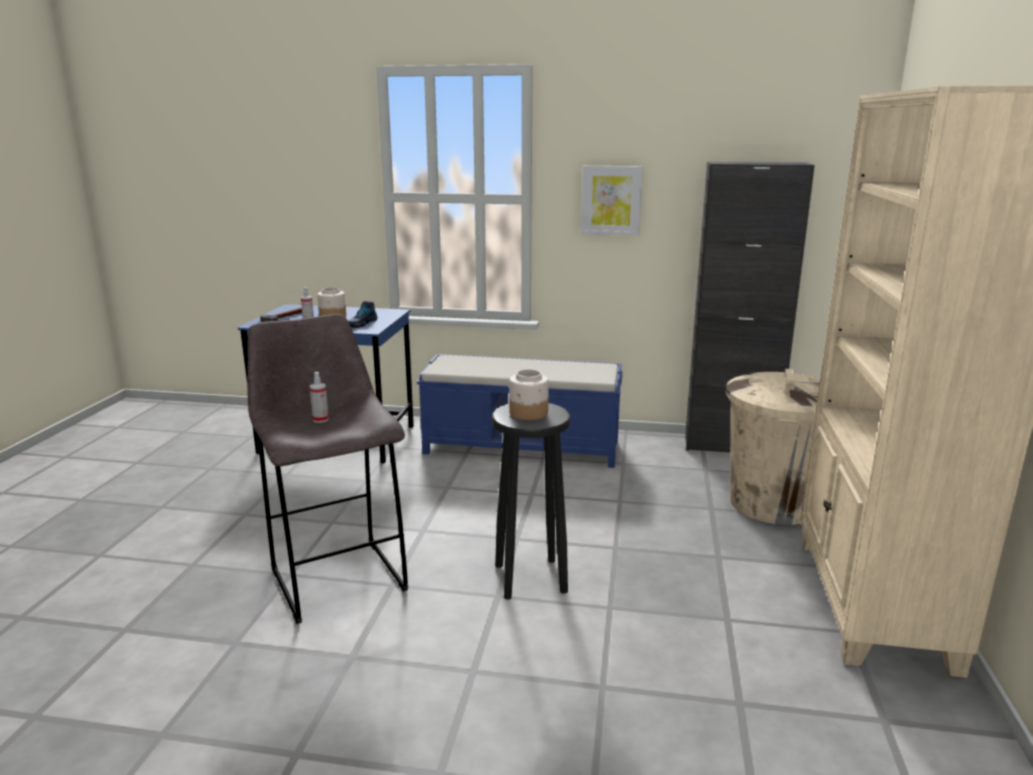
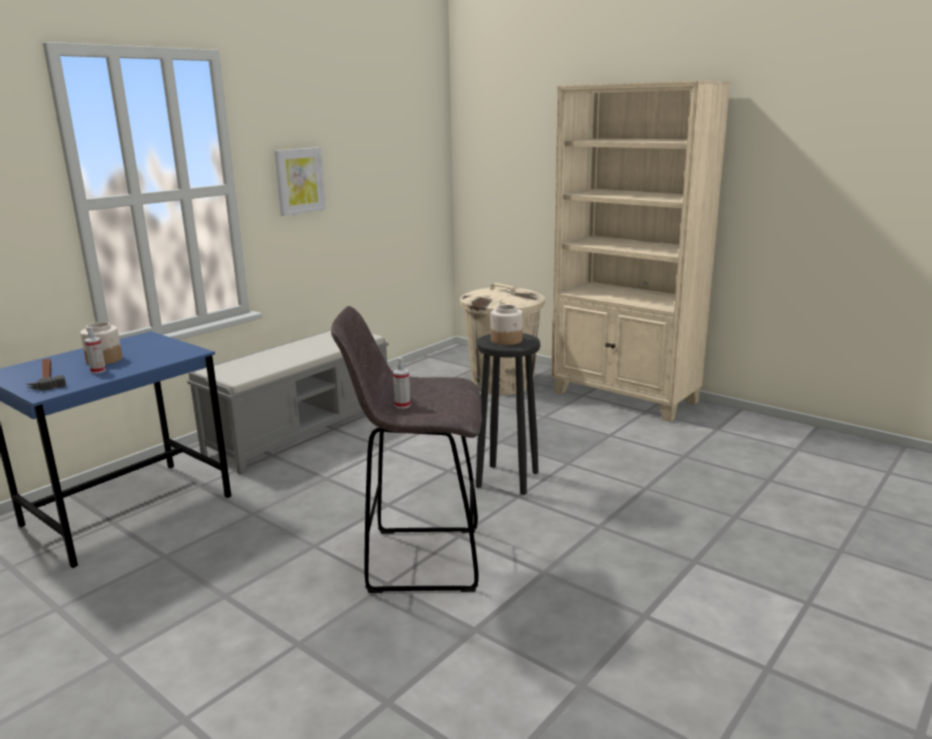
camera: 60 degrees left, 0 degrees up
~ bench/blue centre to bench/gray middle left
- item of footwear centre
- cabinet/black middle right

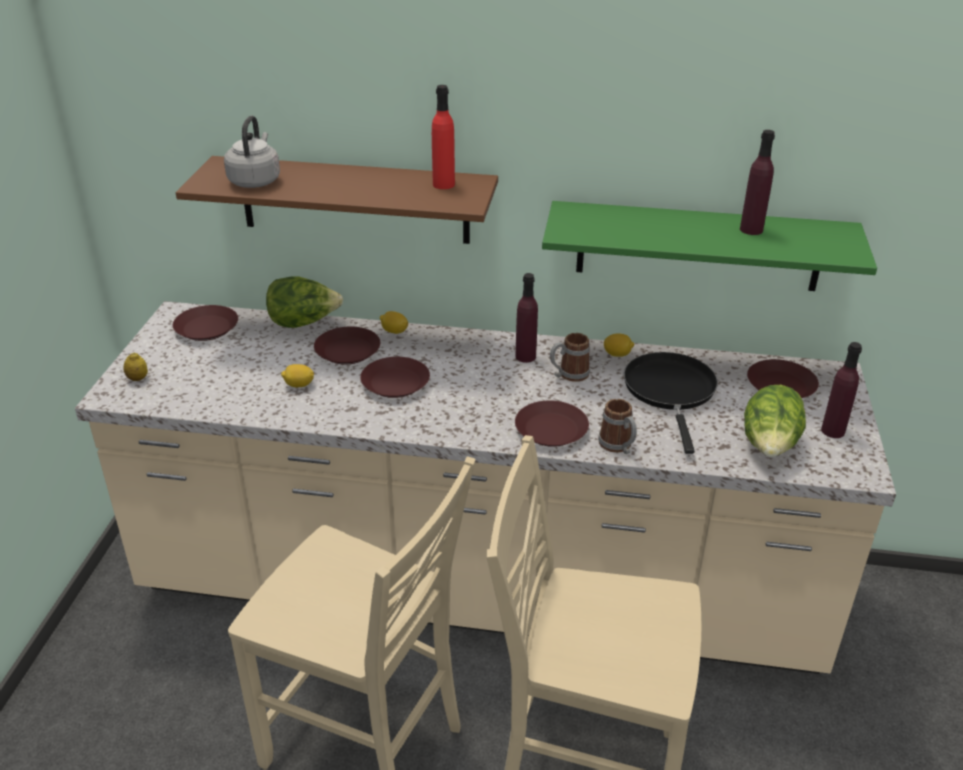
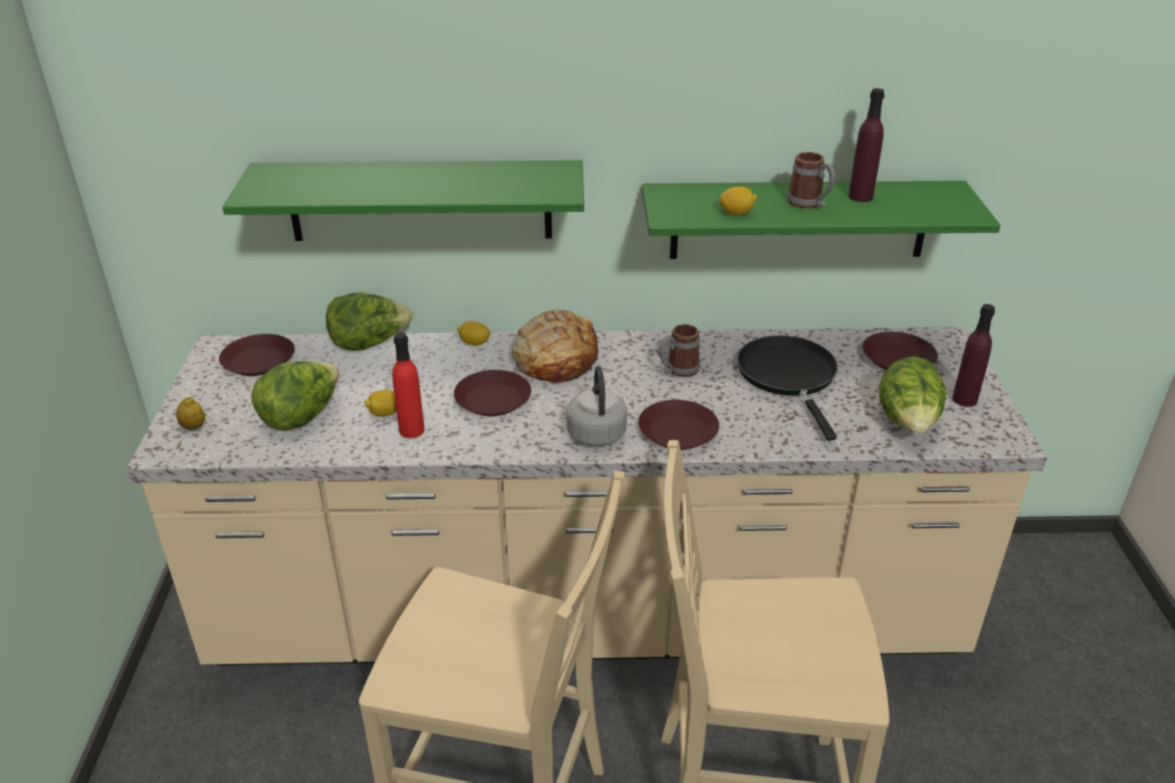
camera: 10 degrees left, 0 degrees up
~ bracket shelf/brownish top centre to bracket shelf/green (1st from left) top centre
+ head of lettuce (1st from left) middle left
~ beverage bottle/red-coloured top centre to centre
+ baked bread centre
~ kettle/gray top left to centre
~ lemon (4th from left) centre to top centre
~ coffee mug (2nd from left) centre to top right
- flat dish/brownish (2nd from left) centre
- beverage bottle/purple-coloured (1st from left) centre

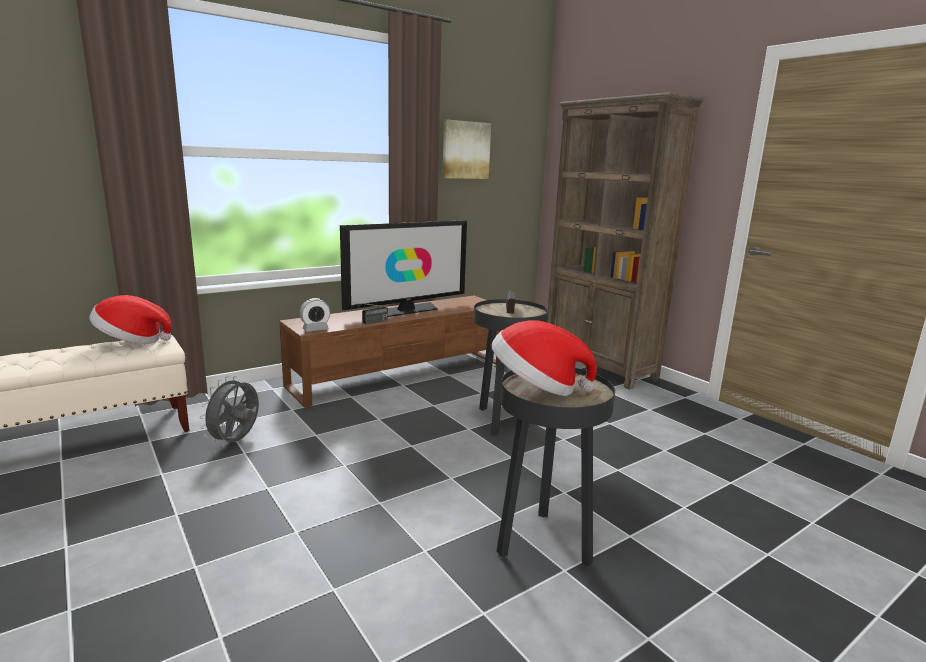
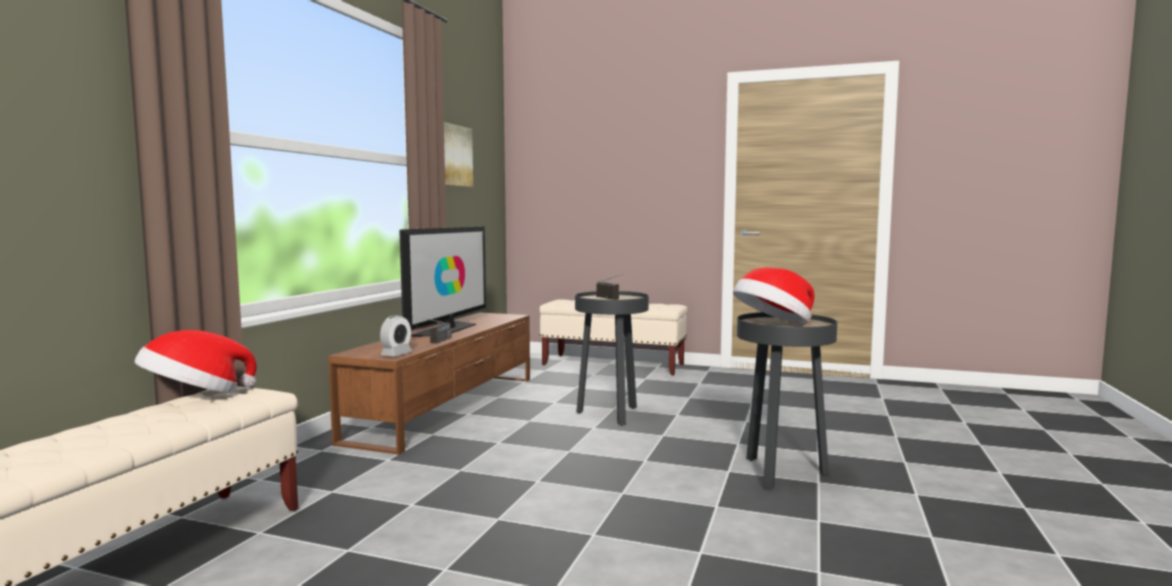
camera: 35 degrees left, 10 degrees down
~ bookshelf/brownish middle right to bench/beige (2nd from left) centre
- cooling fan/gray middle left

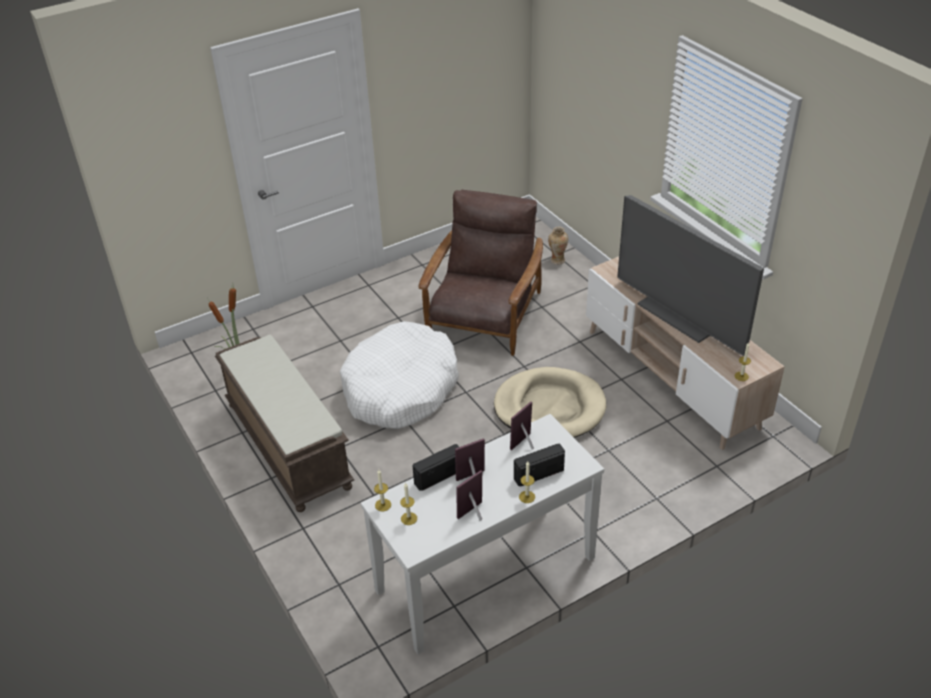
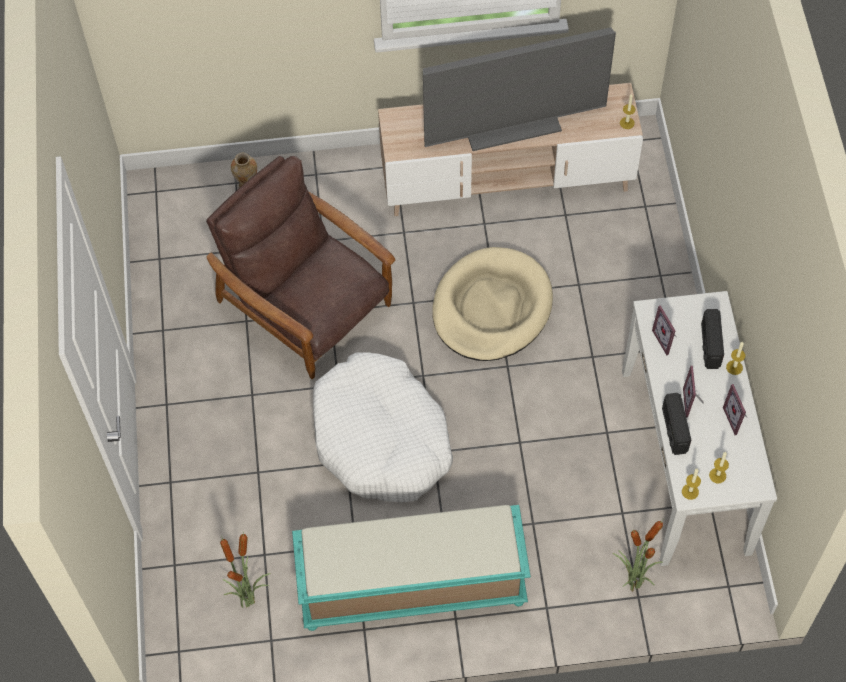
camera: 65 degrees left, 20 degrees up
~ bench/brownish middle left to bench/turquoise-coloured bottom centre
+ plant in a pot (2nd from left) bottom right

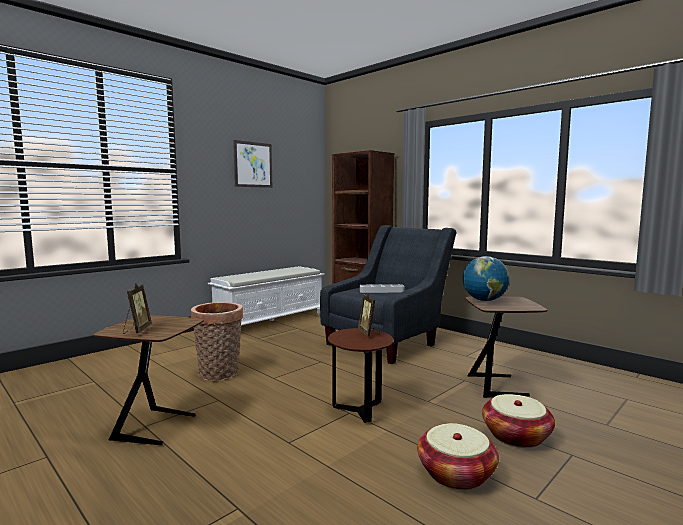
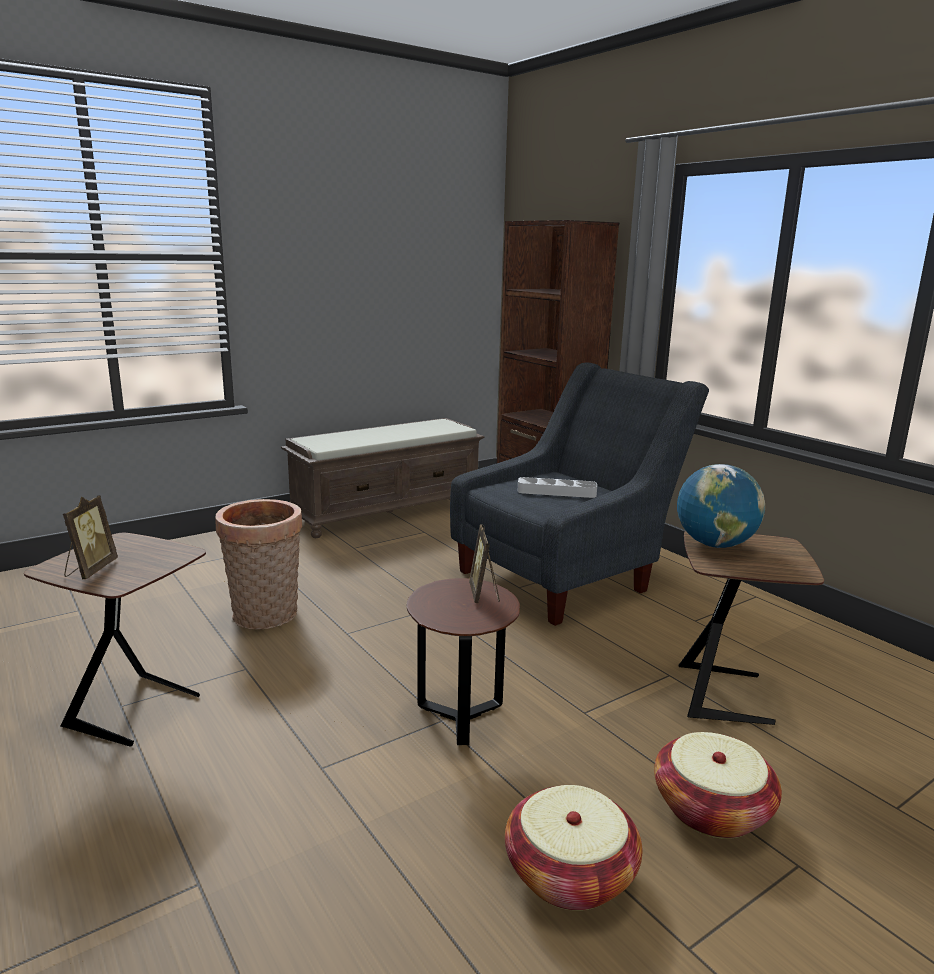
camera: 10 degrees right, 10 degrees up
~ bench/whitish centre to bench/brownish centre
- picture top centre

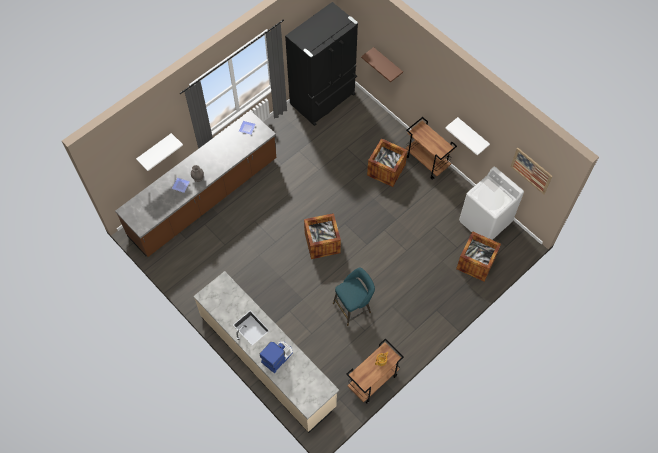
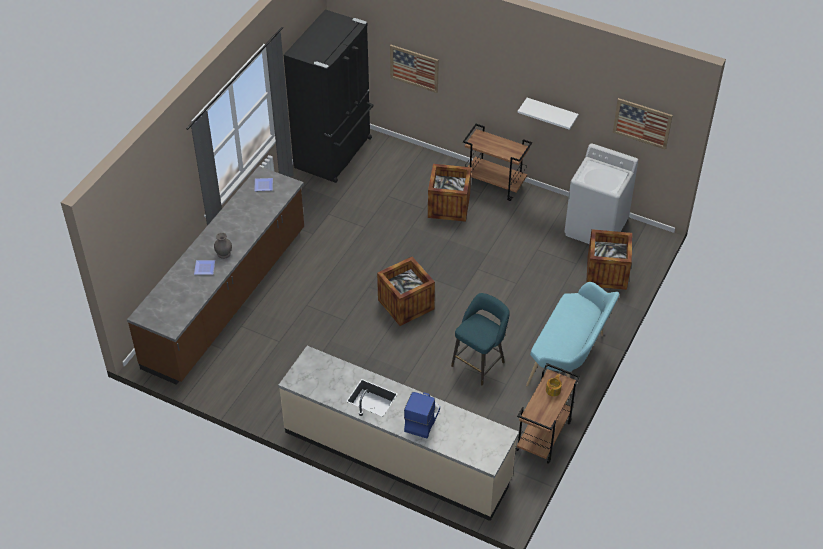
camera: 20 degrees left, 15 degrees down
~ bracket shelf/brownish top centre to picture (1st from left) top centre
+ bench/turquoise-coloured middle right
- bracket shelf/whitish (1st from left) middle left

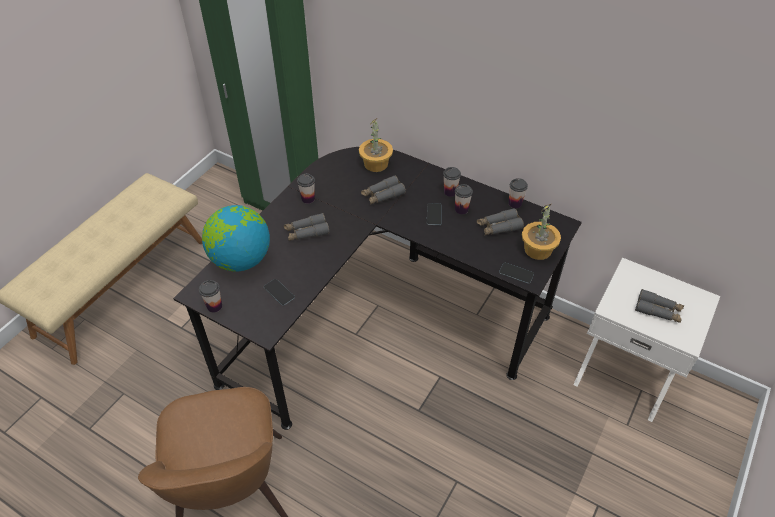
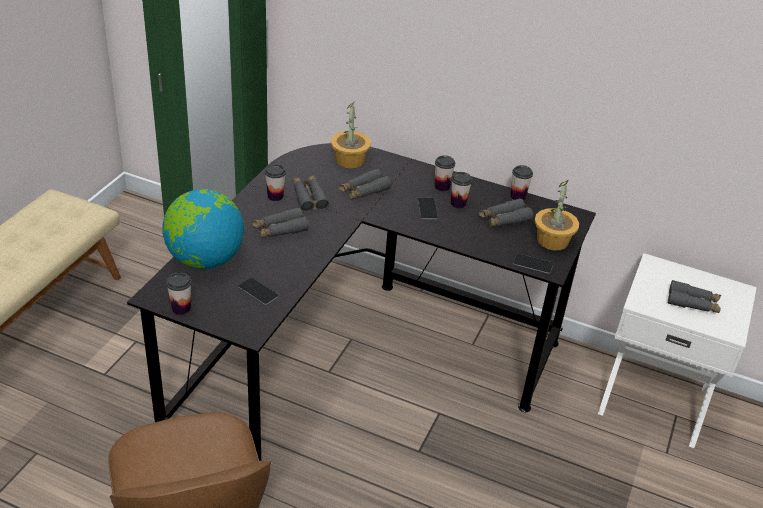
camera: 10 degrees left, 10 degrees down
+ binoculars/gray (2nd from left) centre

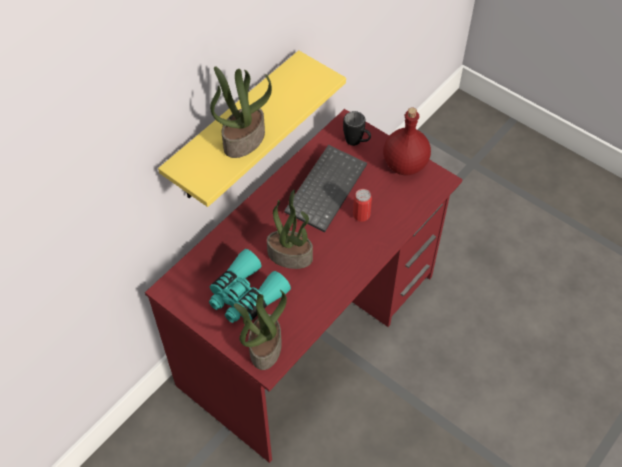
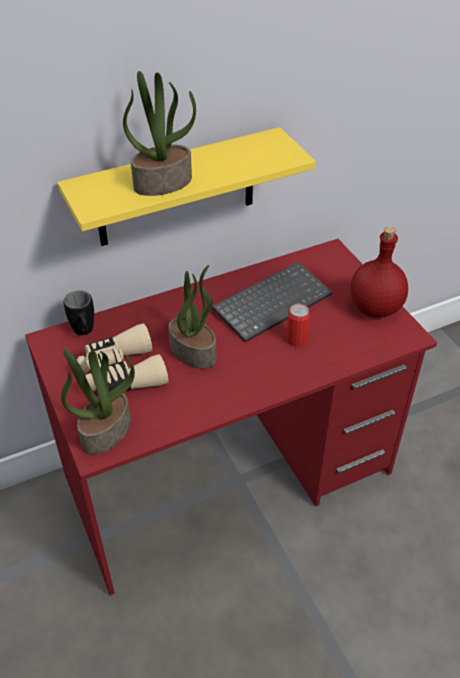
camera: 25 degrees right, 10 degrees down
~ coffee mug/black top centre to middle left
~ binoculars/turquoise-coloured centre to binoculars/beige middle left

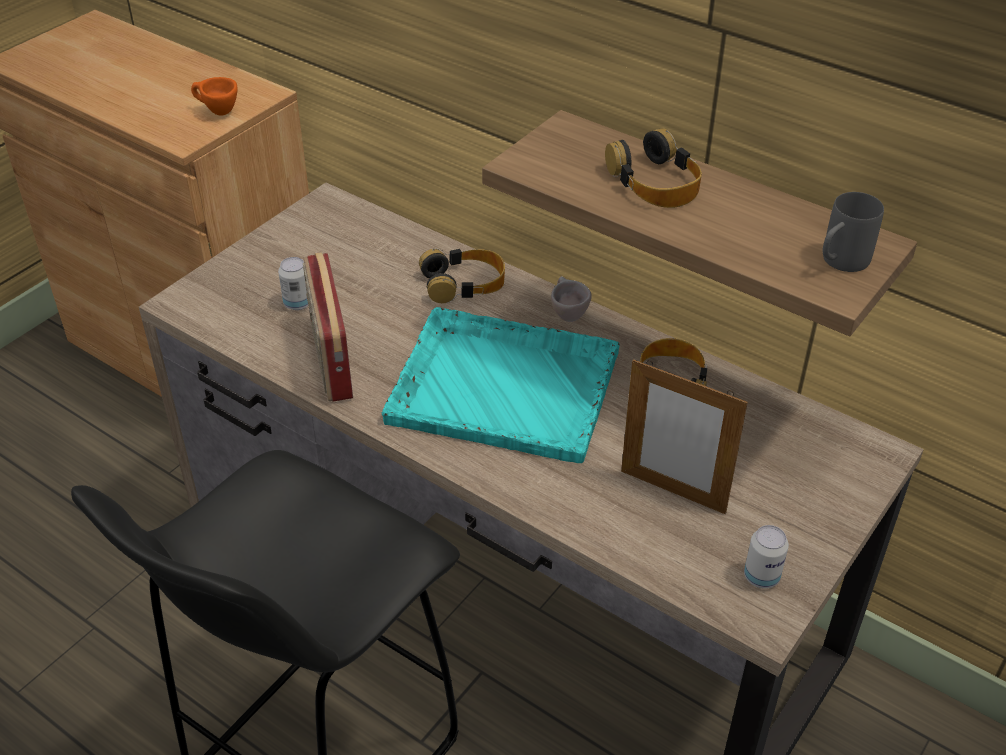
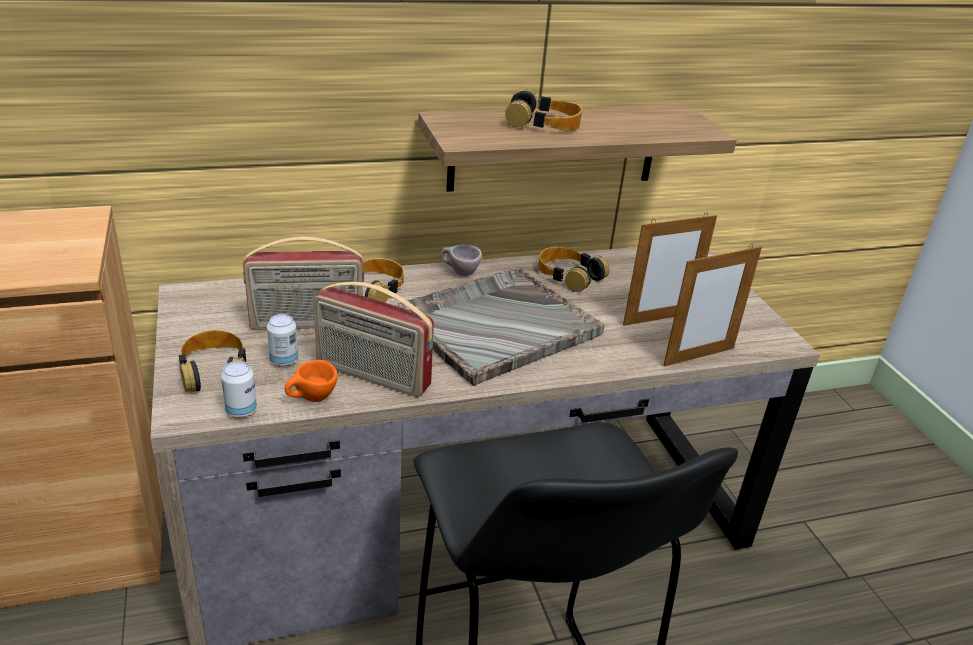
camera: 55 degrees left, 10 degrees down
+ pair of headphones (1st from left) middle left
~ can (2nd from left in the first image) bottom right to can (1st from left) middle left
+ radio set (1st from left) middle left
~ small cup/orange top left to middle left
~ carrying tray/turquoise-coloured centre to carrying tray/gray centre
+ standing frame (2nd from left) middle right
- coffee mug/gray top right

